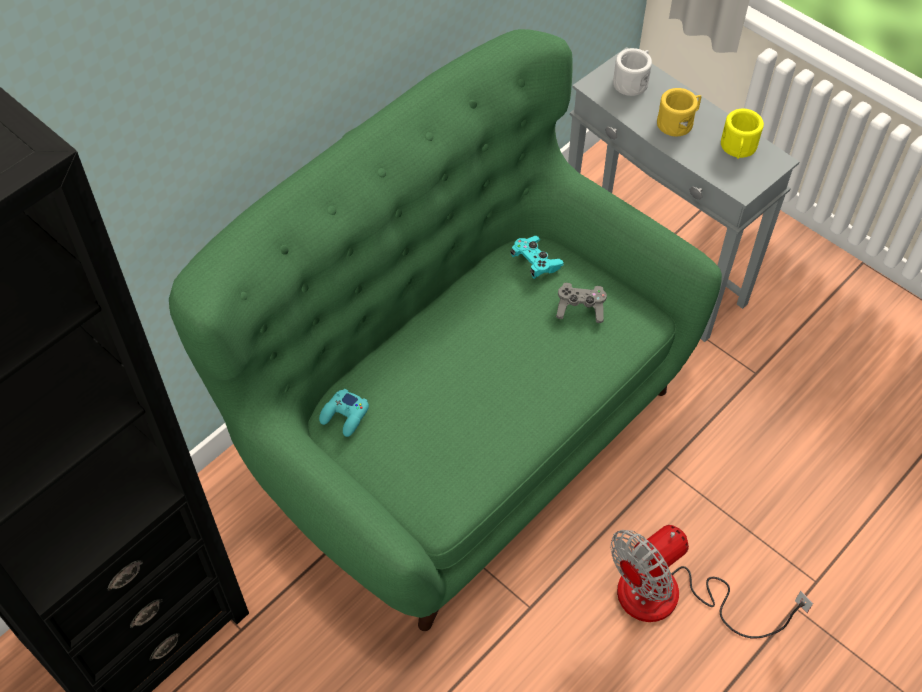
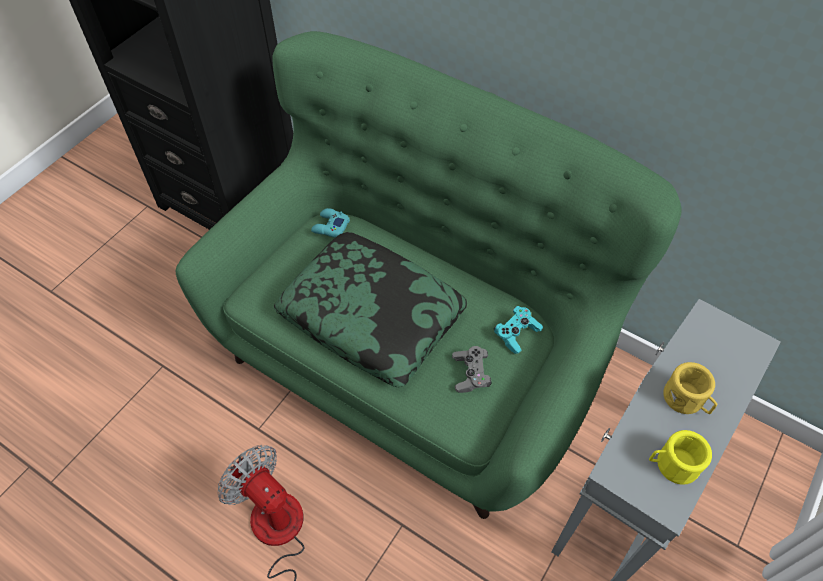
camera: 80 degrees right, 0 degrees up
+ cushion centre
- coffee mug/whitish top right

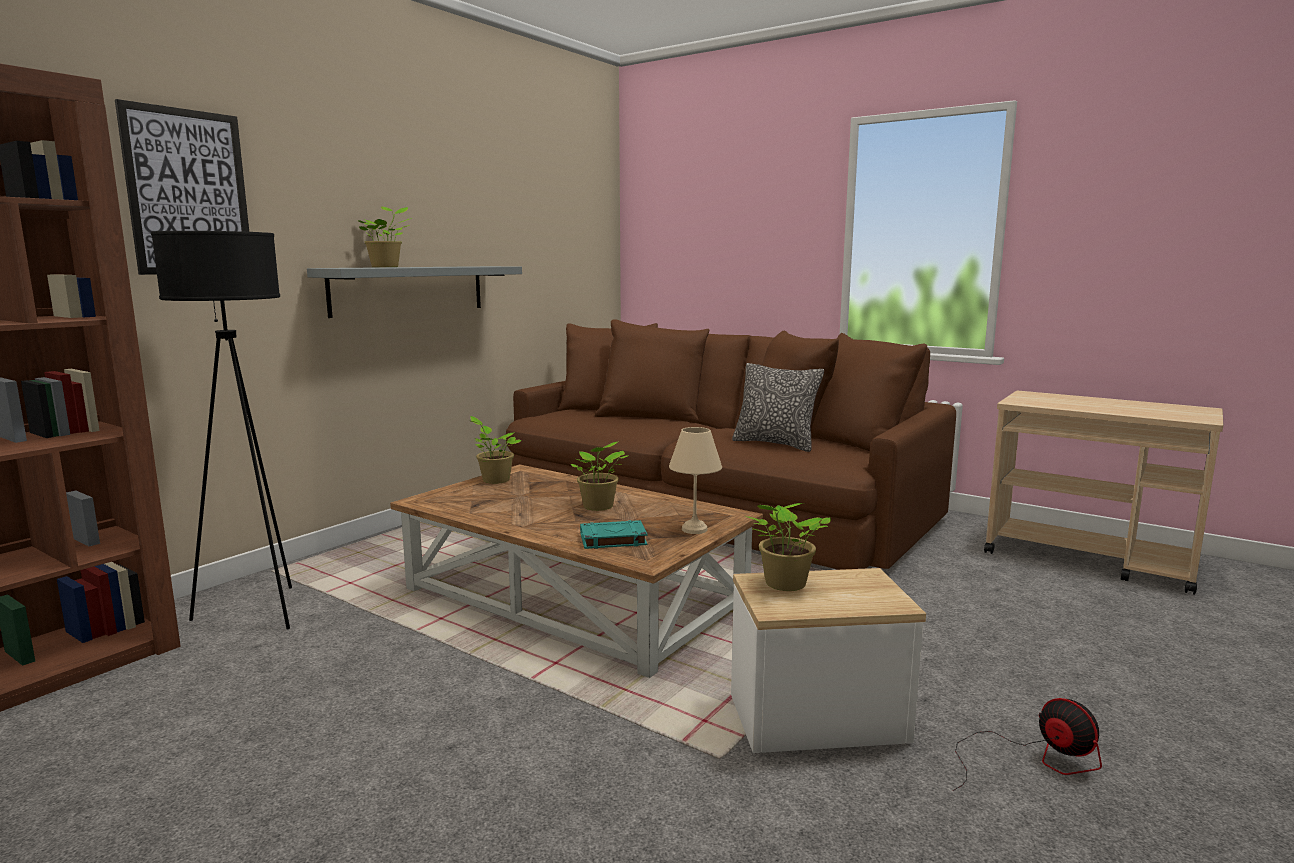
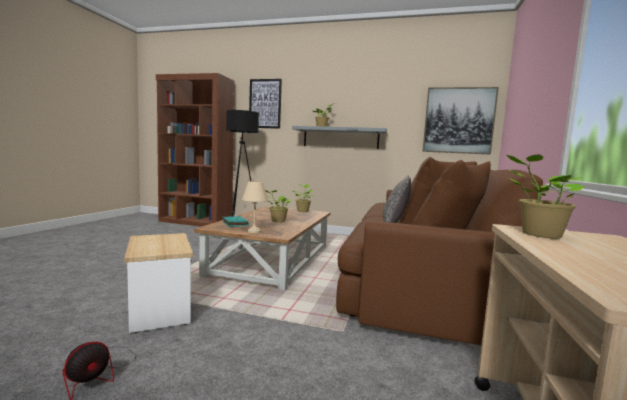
camera: 70 degrees right, 5 degrees down
+ picture (2nd from left) top right
~ plant in a pot (4th from left) centre to middle right

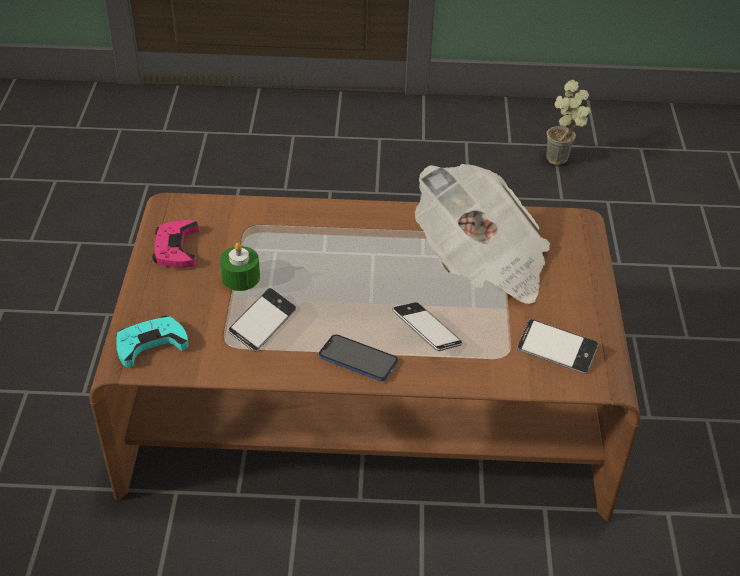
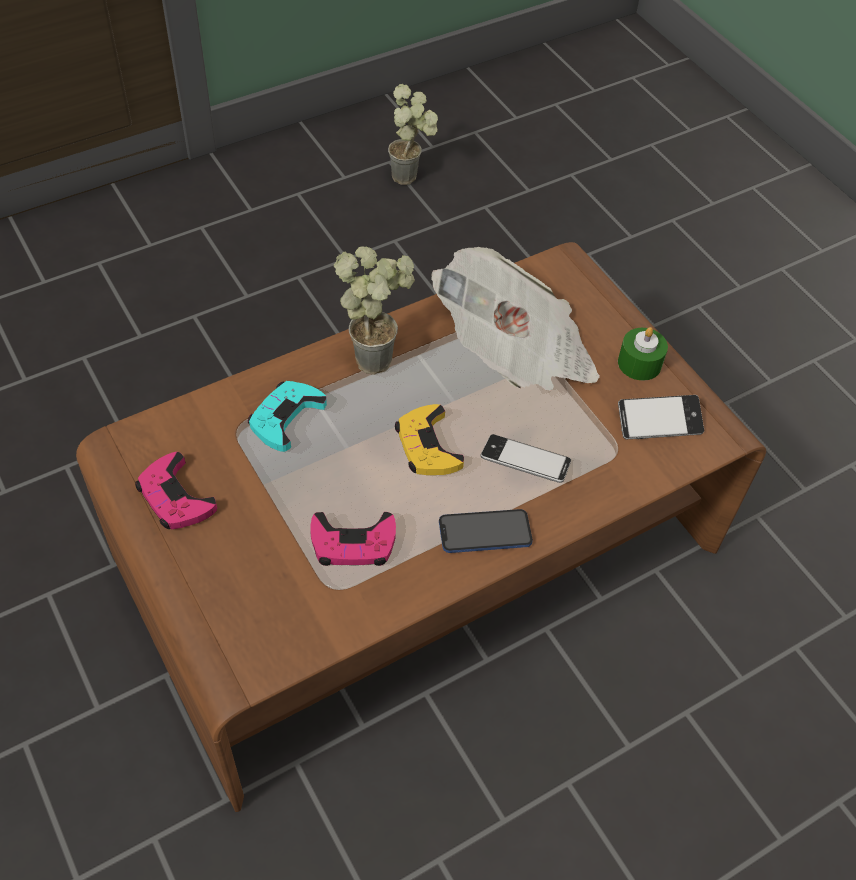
camera: 35 degrees left, 10 degrees up
~ gamepad/turquoise-coloured middle left to centre
~ telephone (1st from left) centre to gamepad/pinkish (2nd from left) centre
+ plant in a pot (1st from left) centre
+ gamepad/yellow centre
~ candle/green middle left to middle right

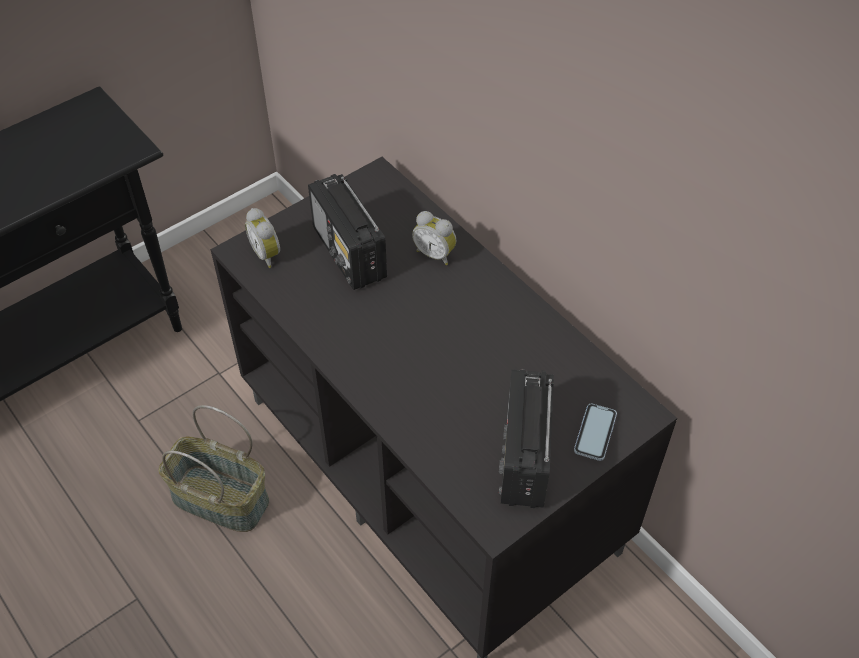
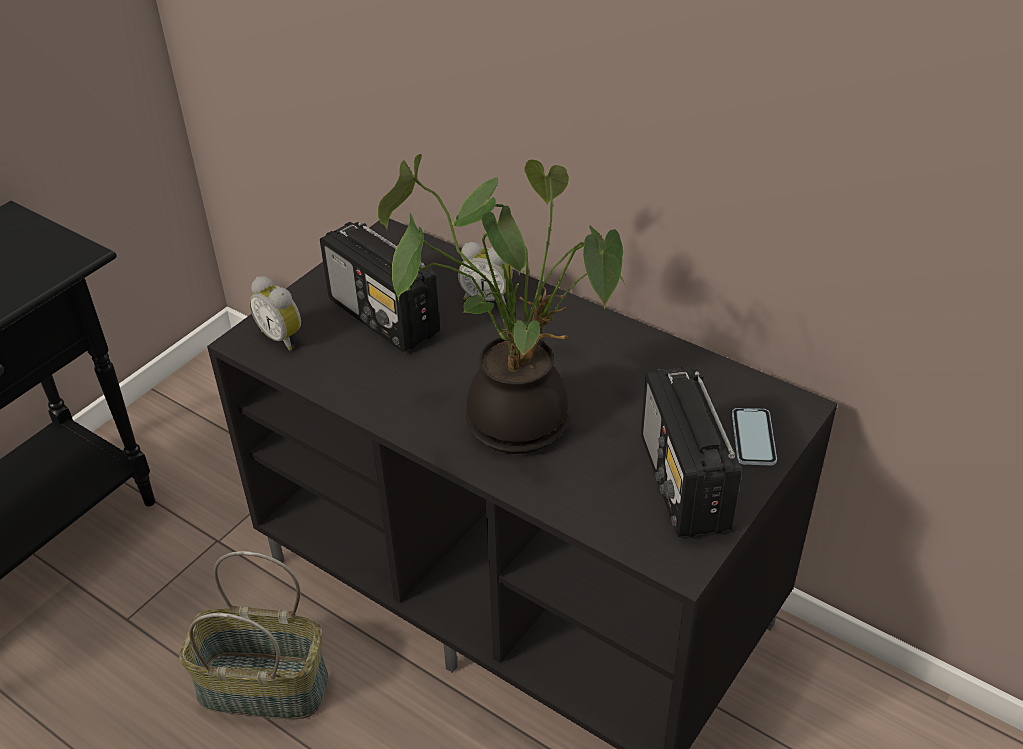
camera: 15 degrees left, 10 degrees down
+ plant in a pot centre

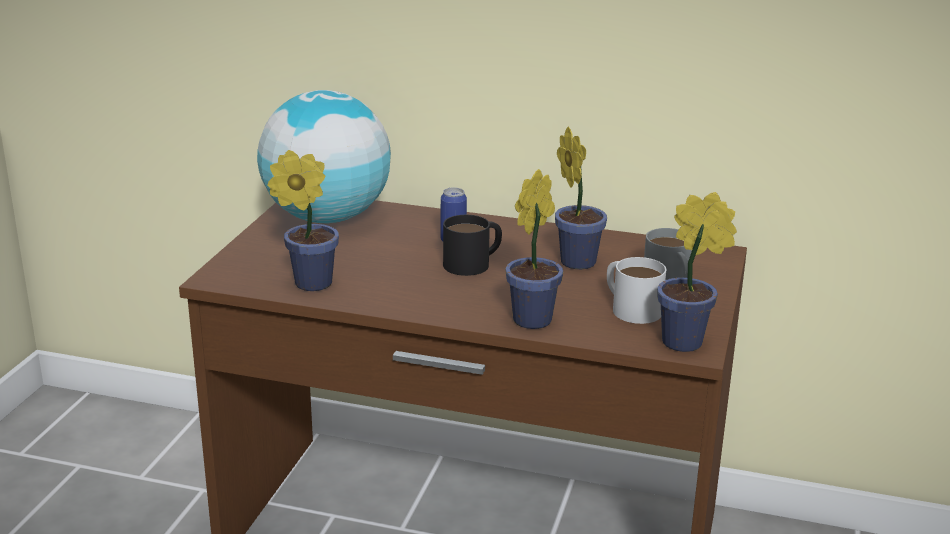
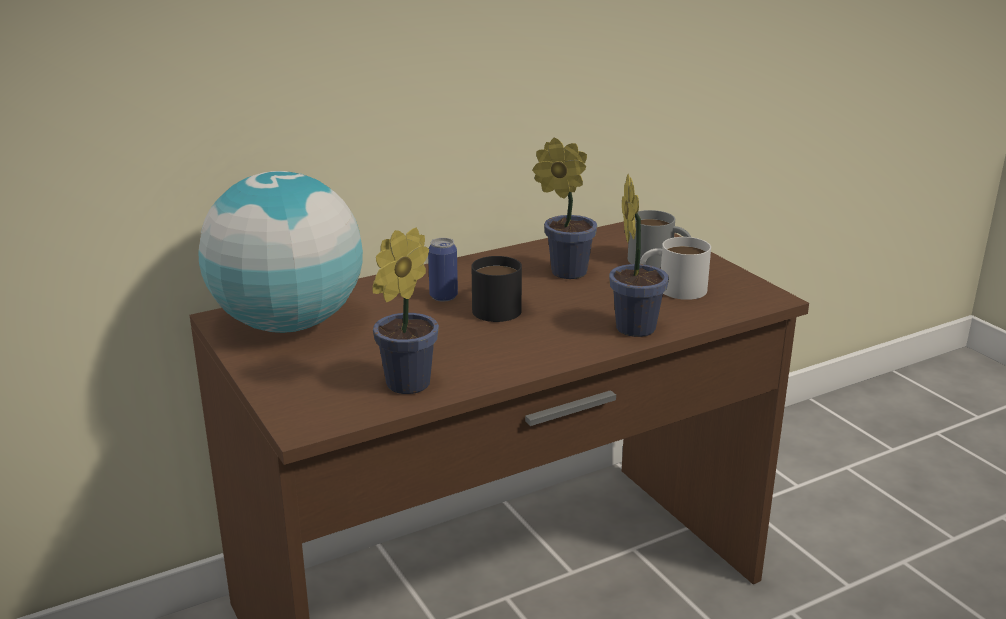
camera: 45 degrees left, 0 degrees up
- plant in a pot (4th from left) middle right

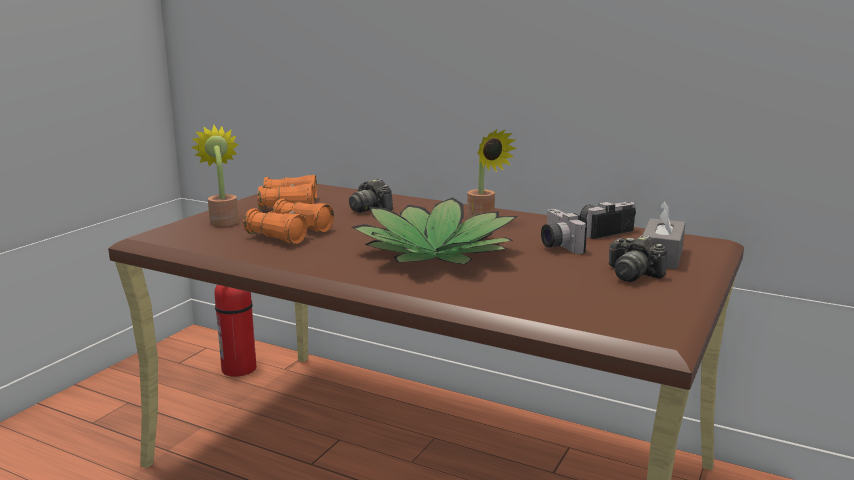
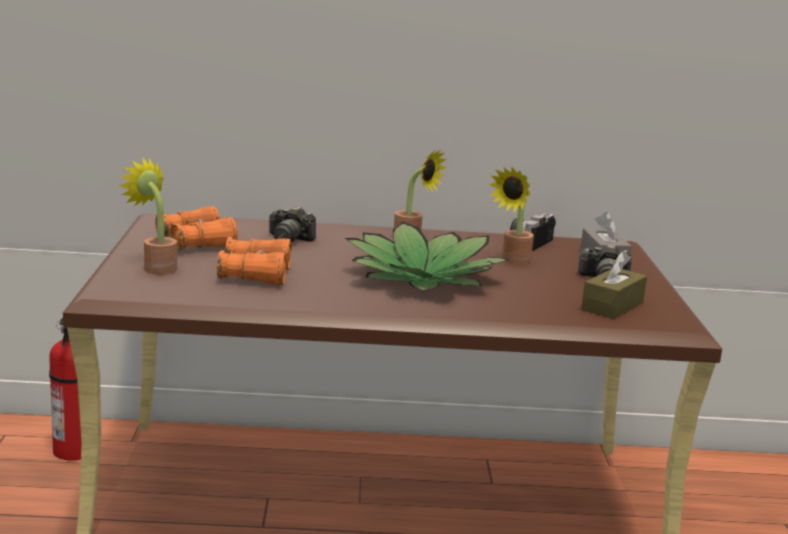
camera: 30 degrees left, 0 degrees up
~ still camera (2nd from left) centre to plant in a pot (4th from left) centre
+ box of tissues/brownish middle right

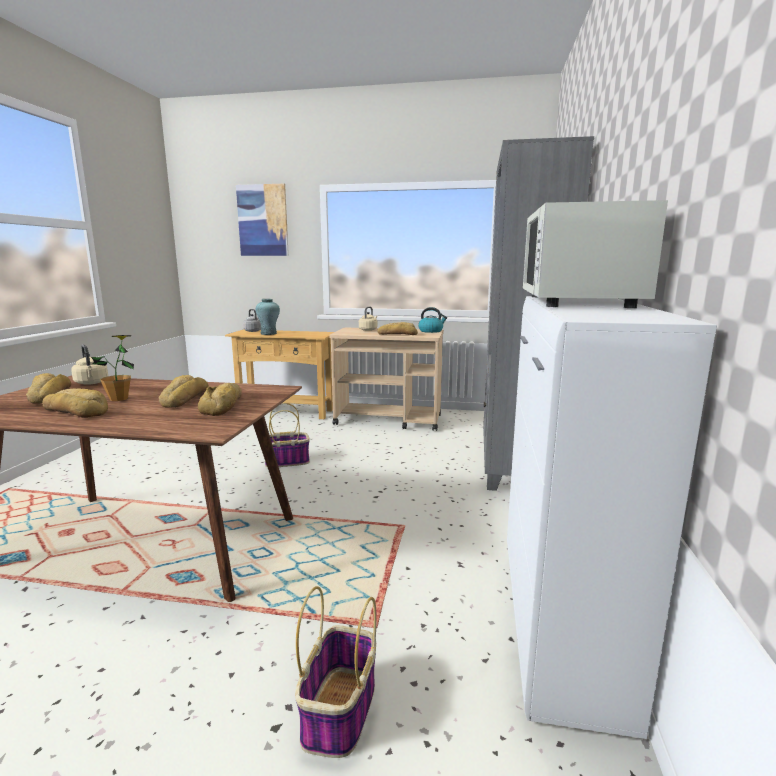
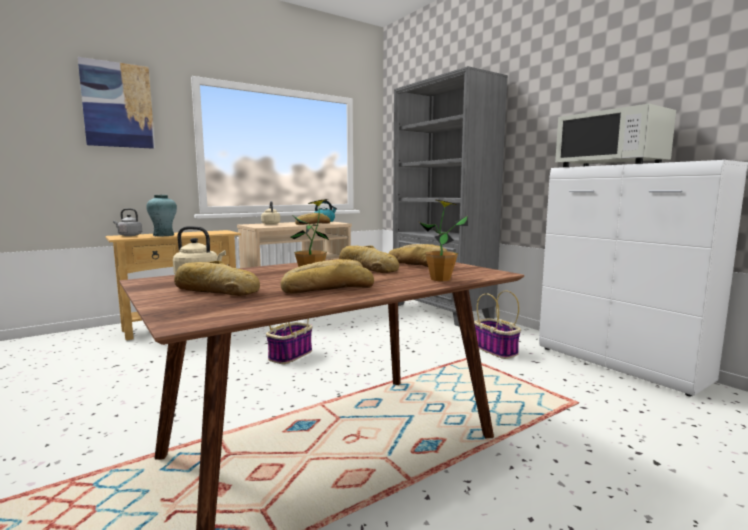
camera: 45 degrees left, 5 degrees down
+ plant in a pot (2nd from left) centre
~ storage basket (2nd from left) bottom centre to centre

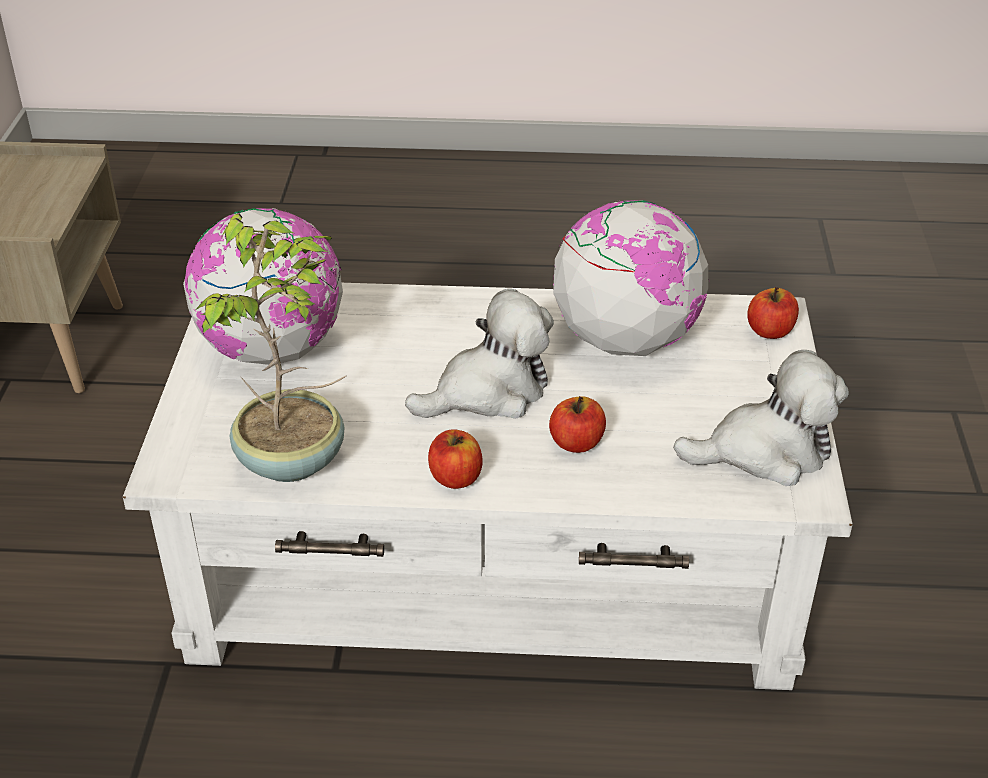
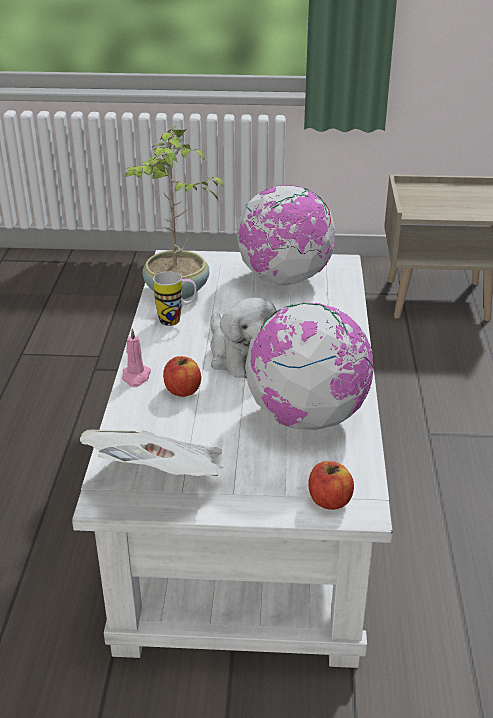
camera: 90 degrees right, 5 degrees down
~ soft toy (2nd from left) middle right to daily paper middle left
+ candle/pinkish middle left
+ coffee mug centre
- apple fruit (1st from left) centre

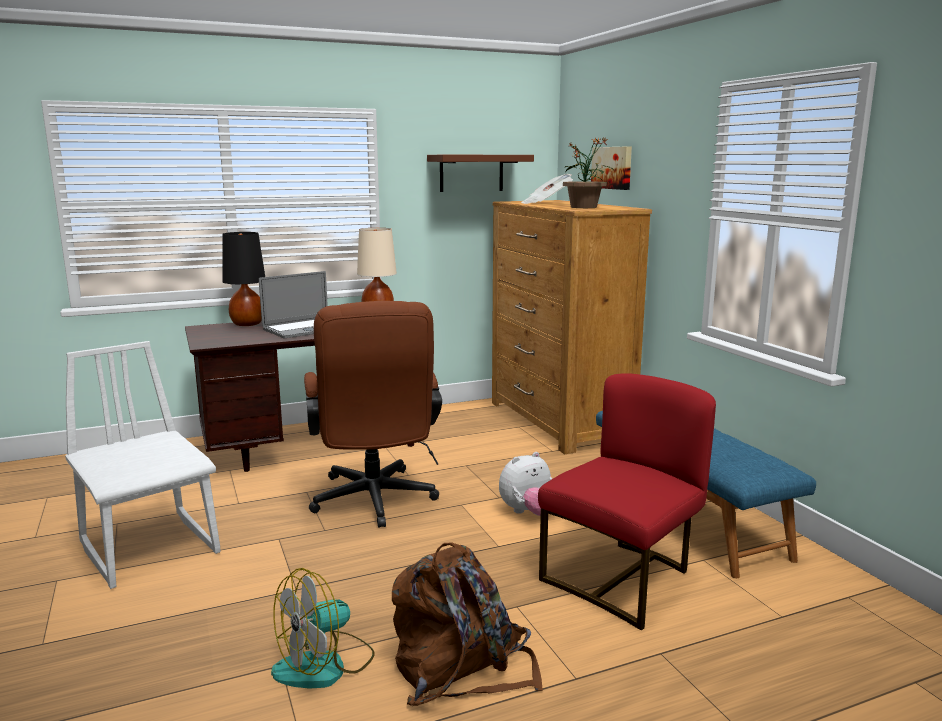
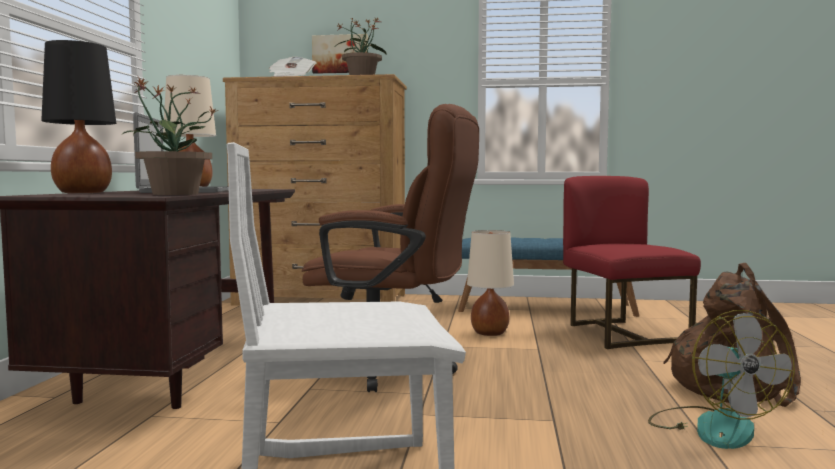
camera: 60 degrees left, 10 degrees down
+ plant in a pot (1st from left) top left
~ soft toy bottom centre to tabletop lamp/beige (2nd from left) centre
- bracket shelf/brownish top centre

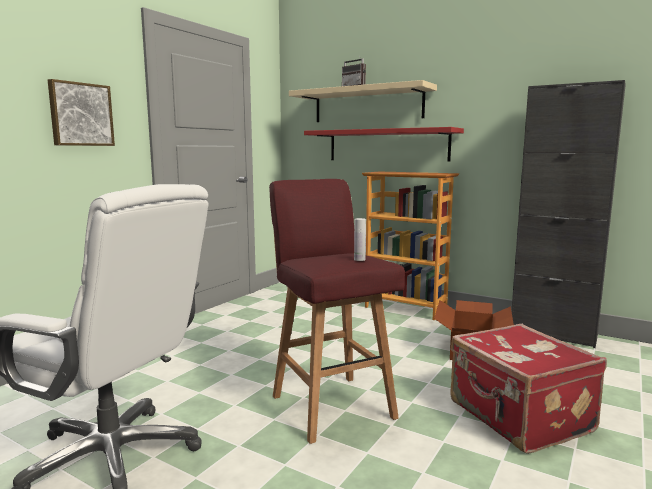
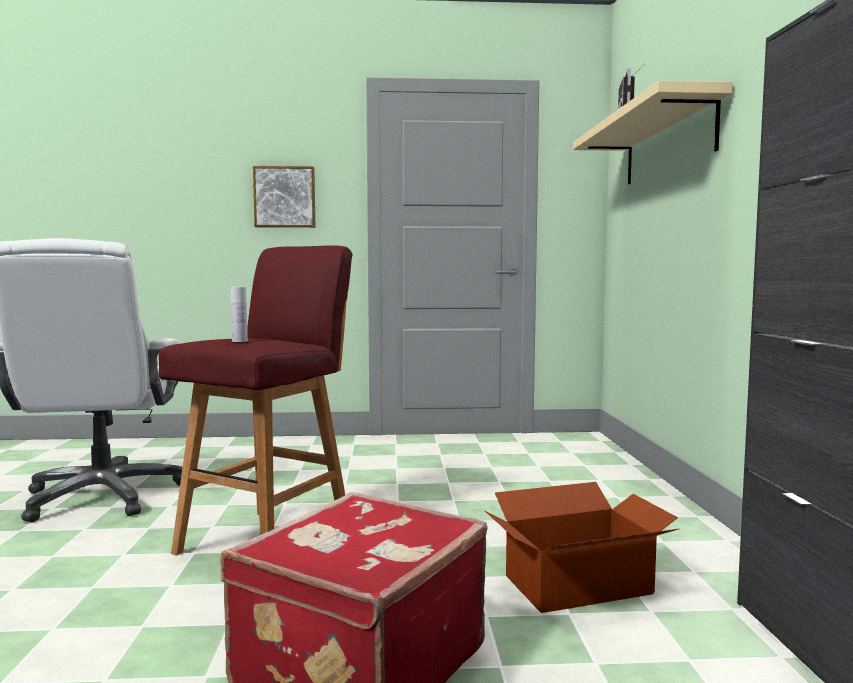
camera: 55 degrees right, 5 degrees down
- bracket shelf/red-coloured top centre
- bookshelf centre

